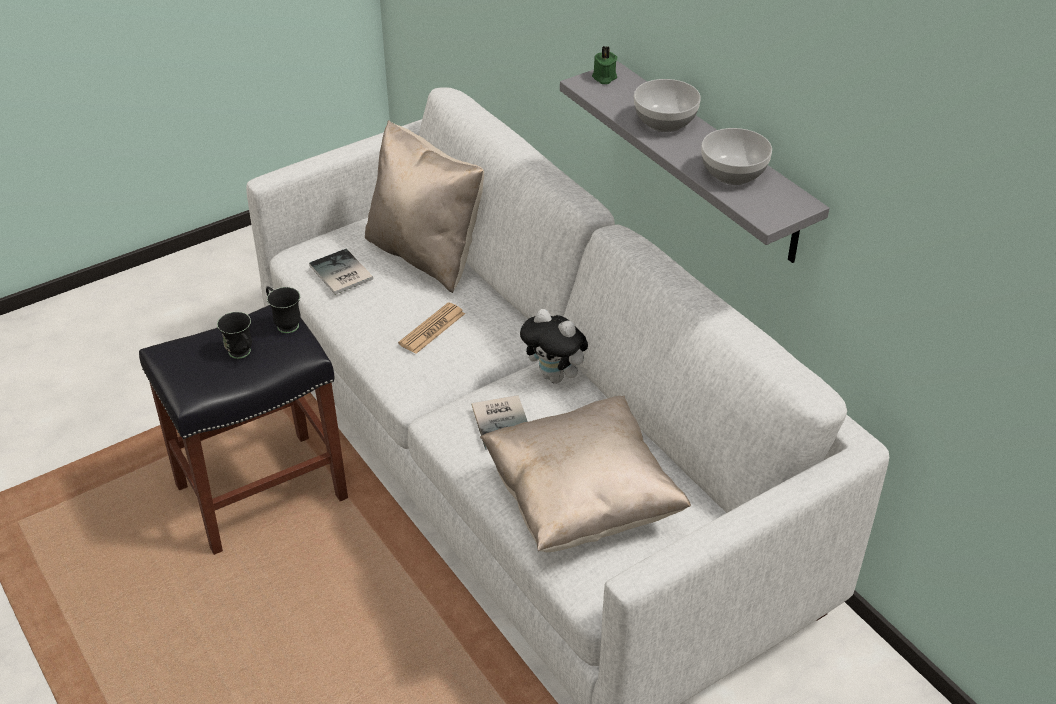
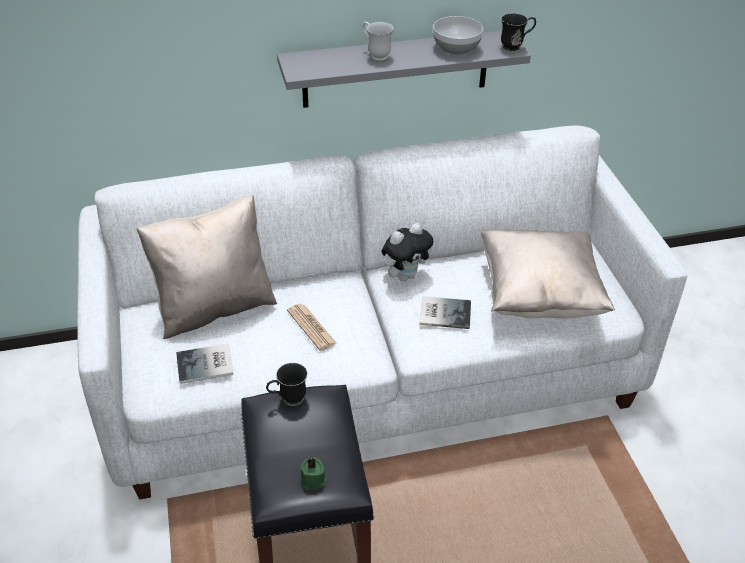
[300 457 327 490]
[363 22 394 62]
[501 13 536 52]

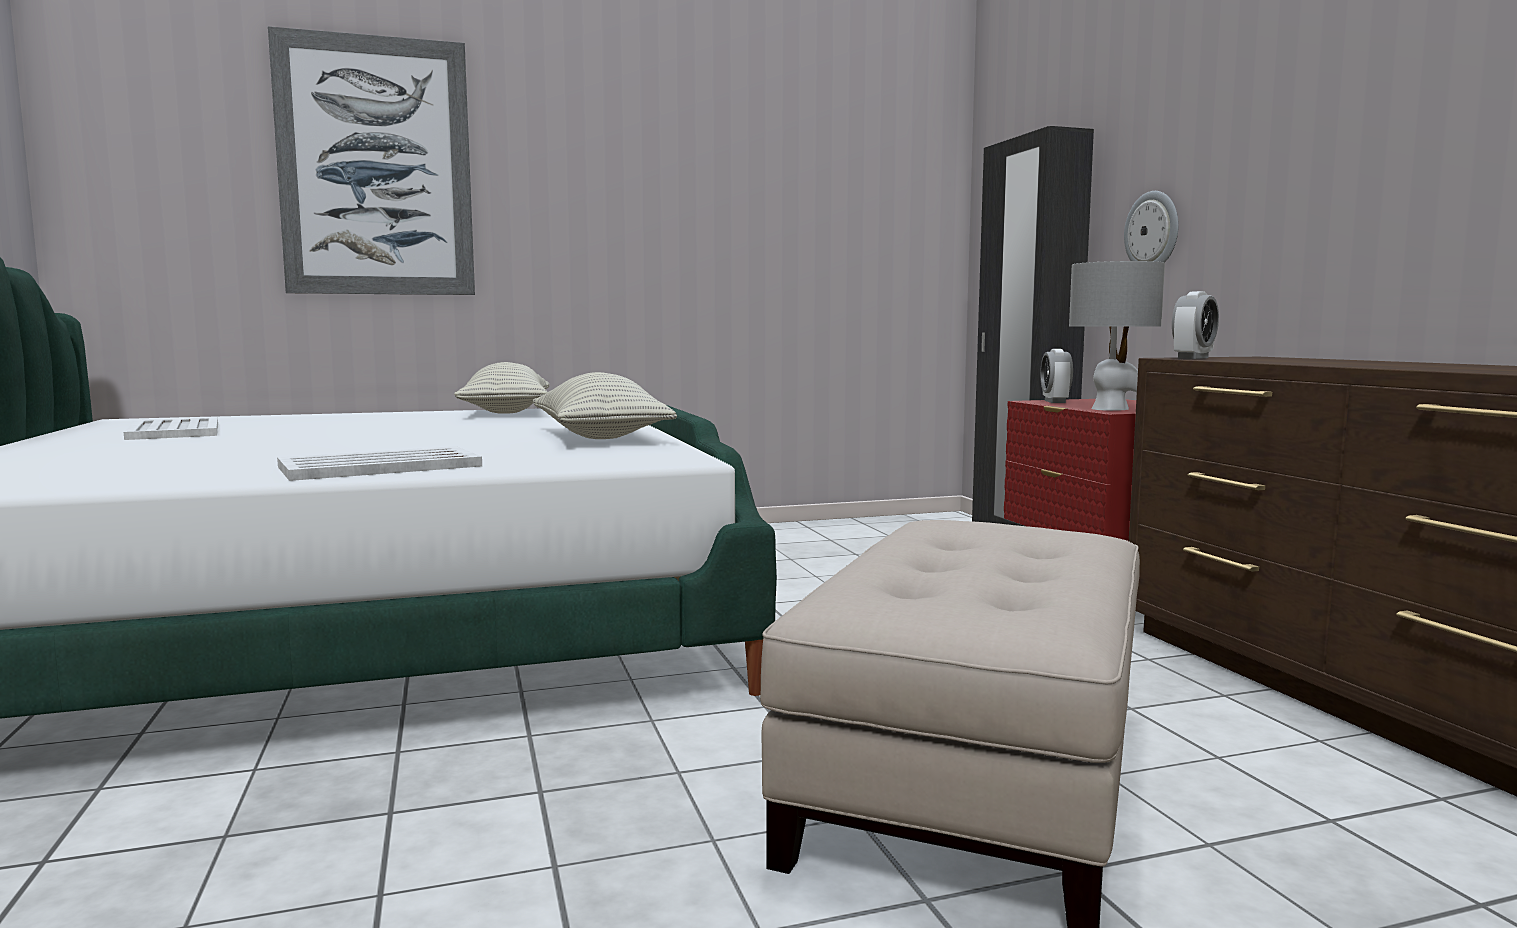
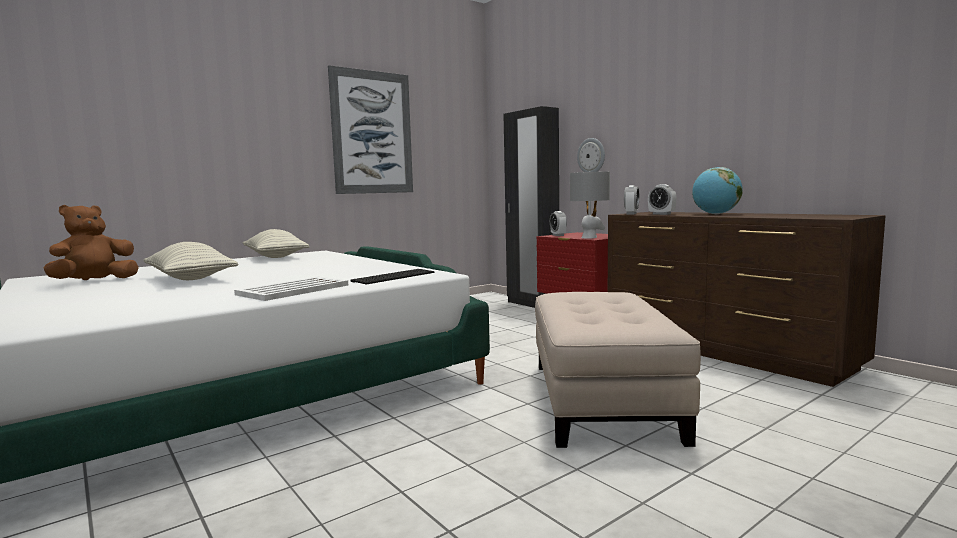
[328 65 413 194]
[143 242 238 280]
[43 205 139 280]
[692 167 743 214]
[648 184 677 215]
[350 269 435 284]

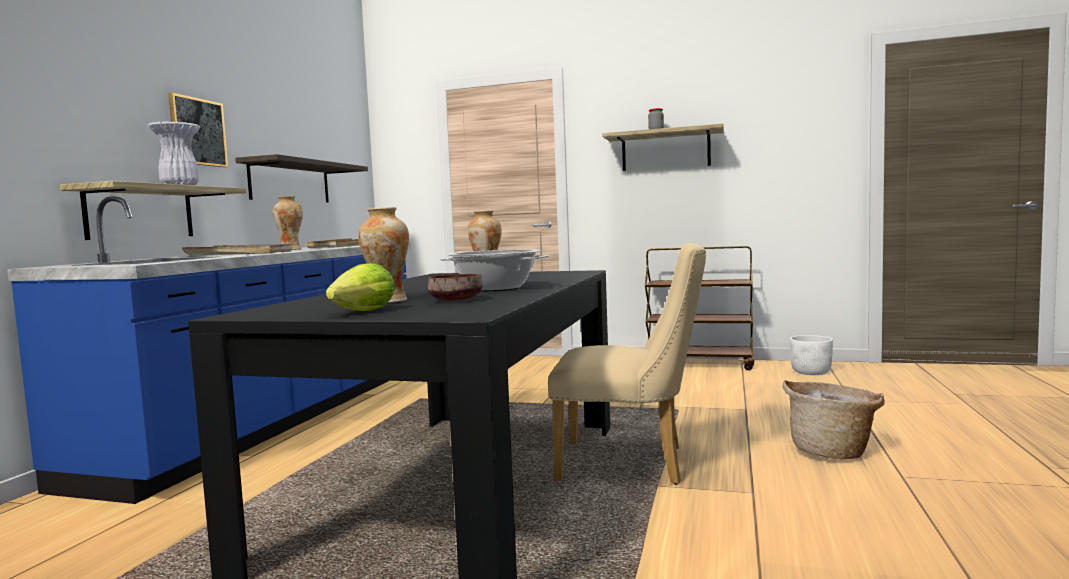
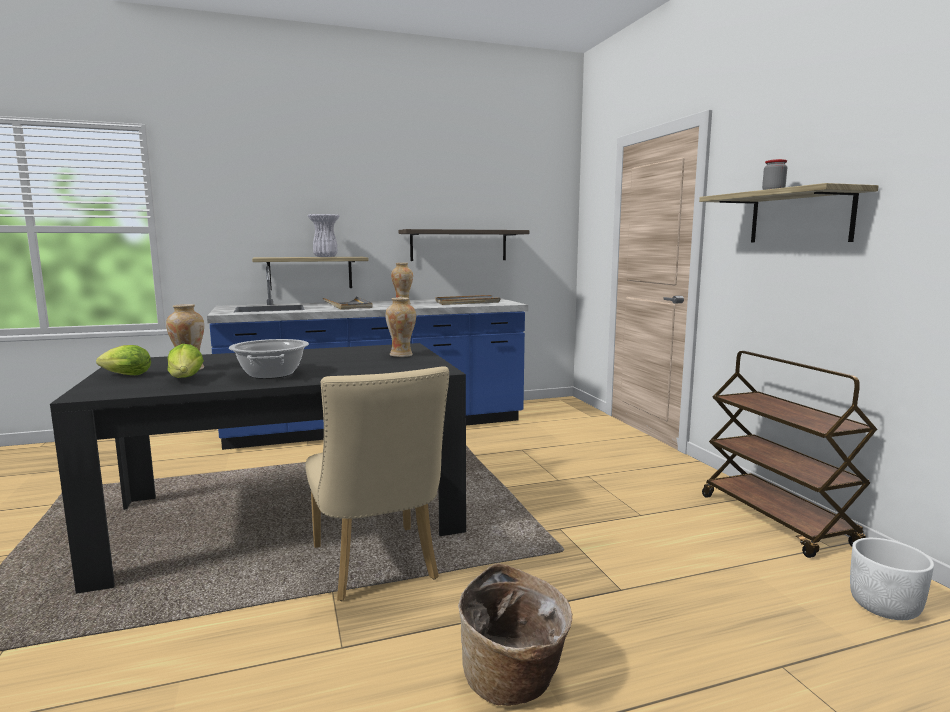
[168 93 228 167] (first image)
[167 344 204 378]

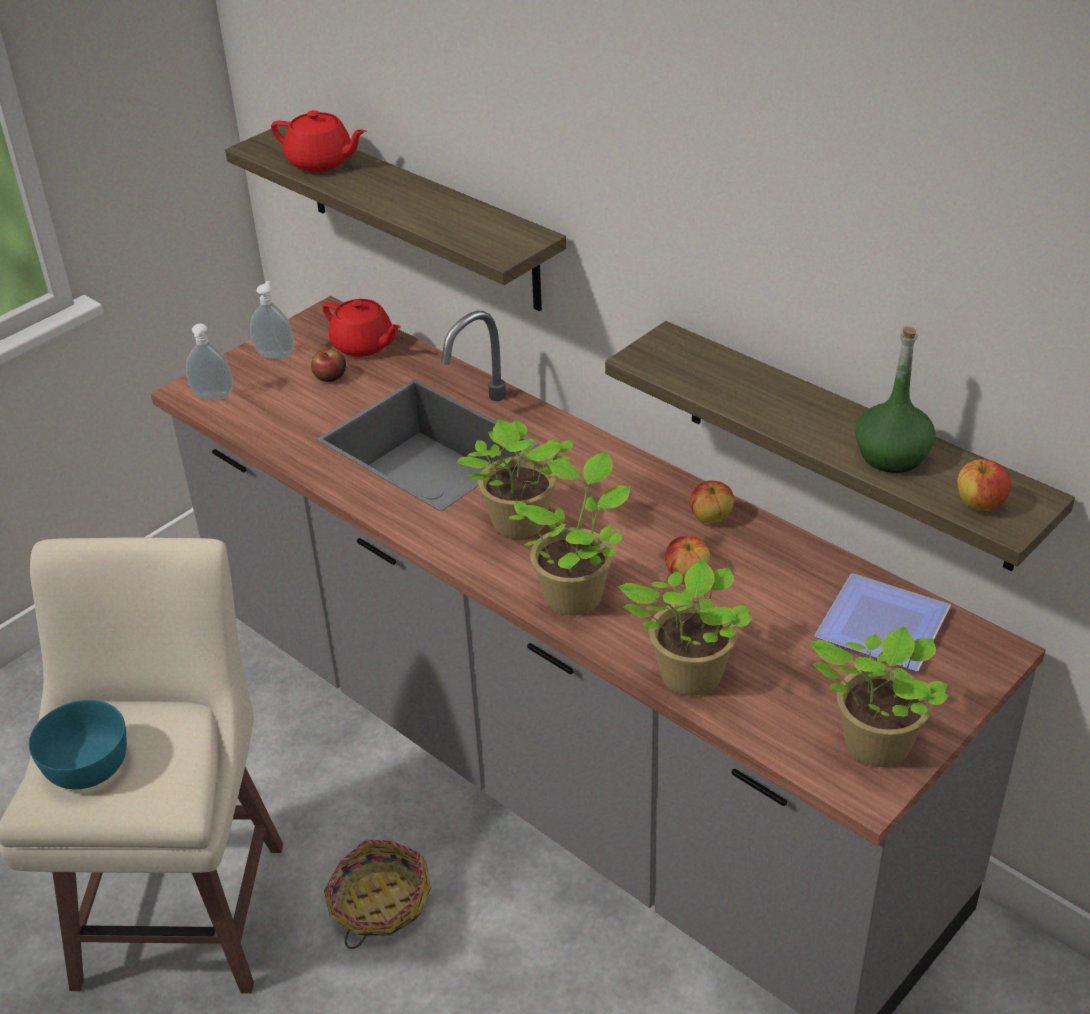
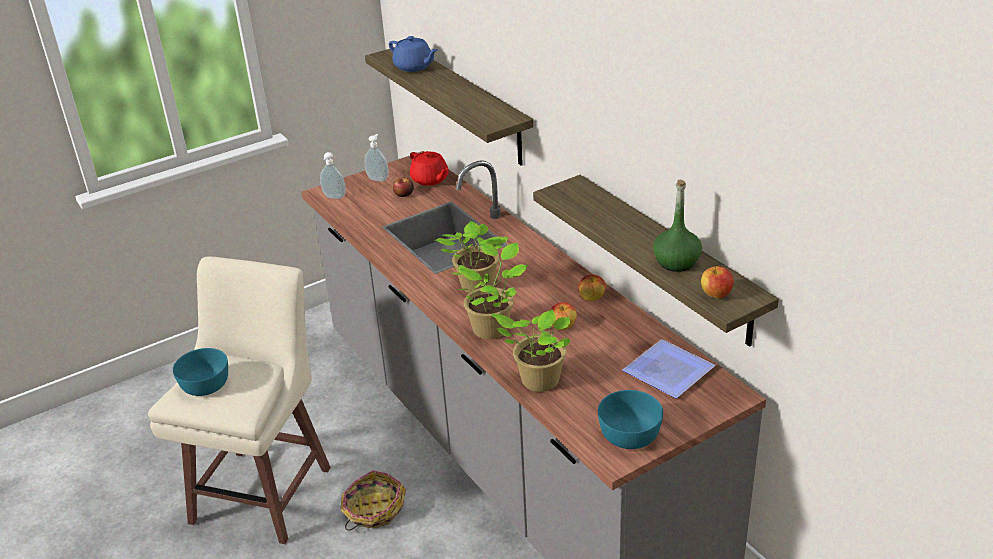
[389 36 437 72]
[598 390 663 449]

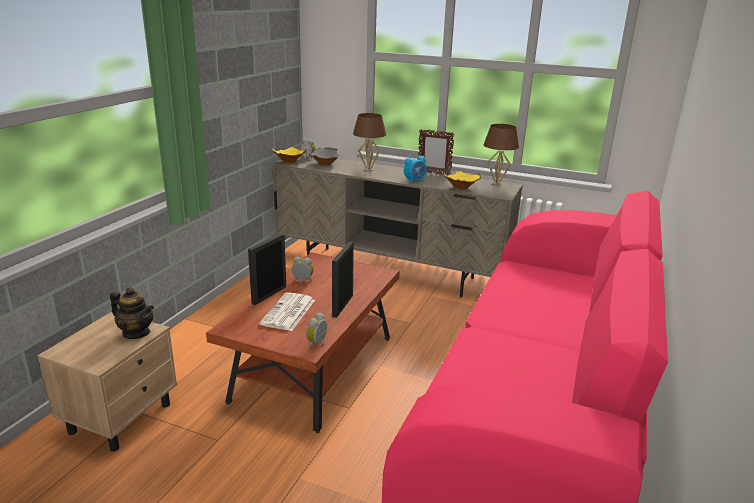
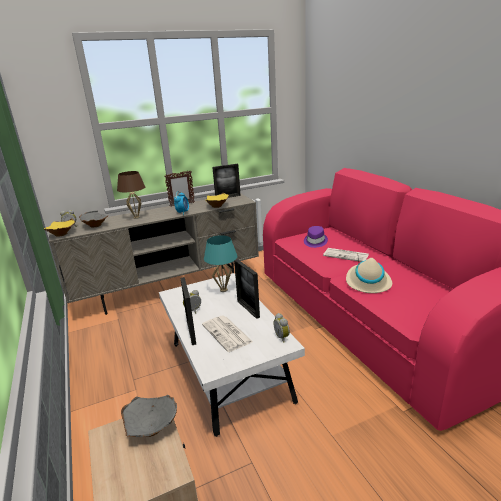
[212 164 241 198]
[159 273 305 437]
[121 395 177 437]
[304 226 328 248]
[204 235 237 292]
[323 248 369 262]
[346 258 392 293]

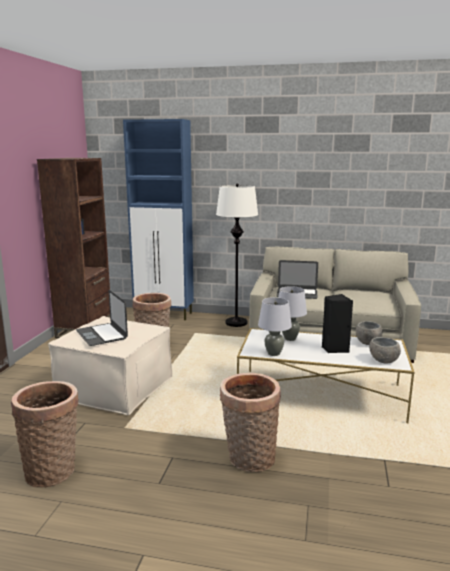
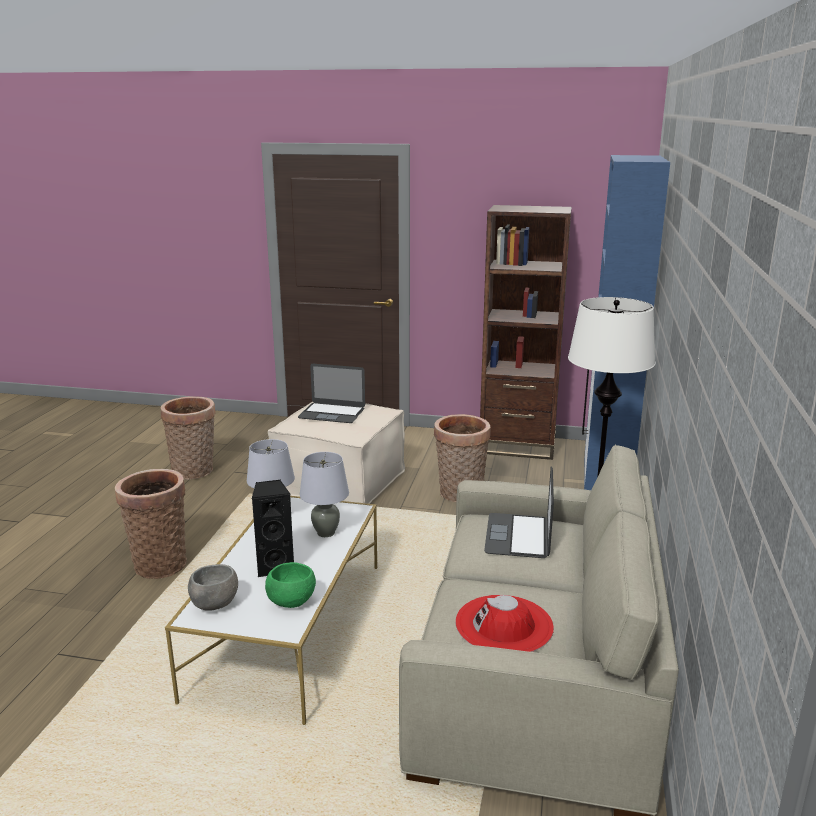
[298 364 365 423]
[265 562 316 608]
[455 595 554 652]

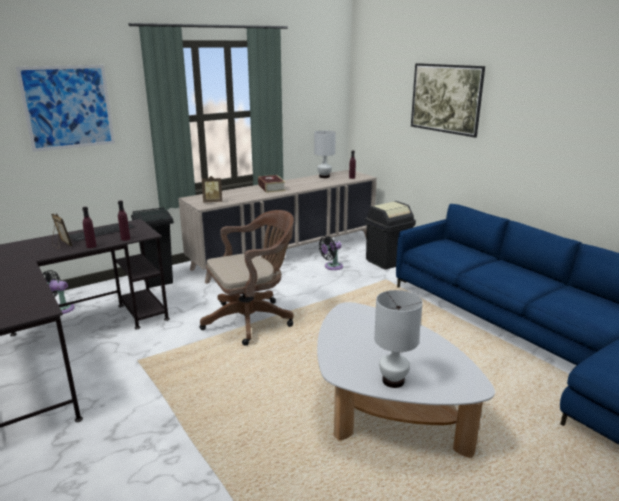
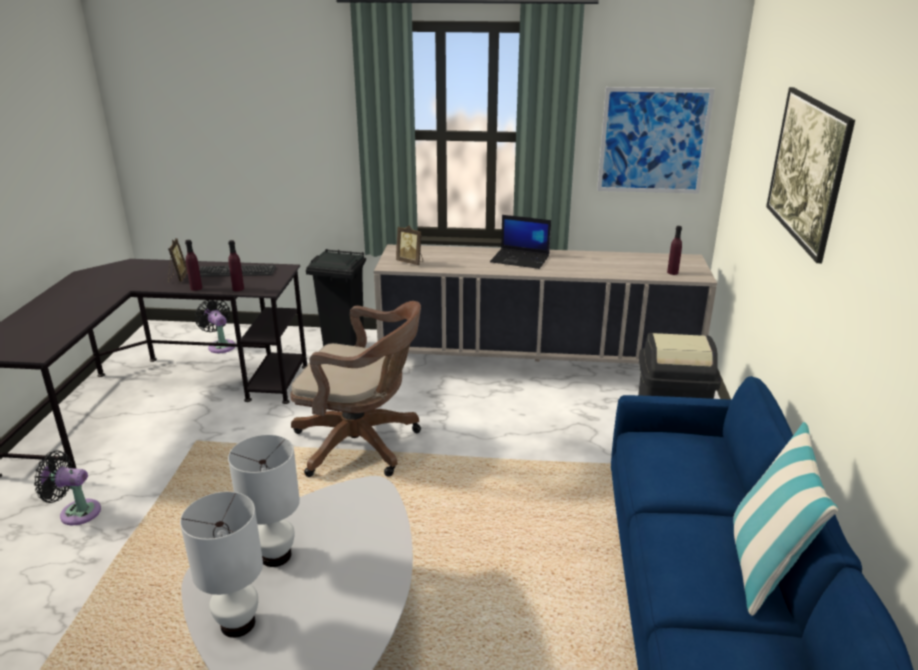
[597 87 715 193]
[228 435 300 567]
[490 215 551 269]
[34 451 101 525]
[733 422 838 616]

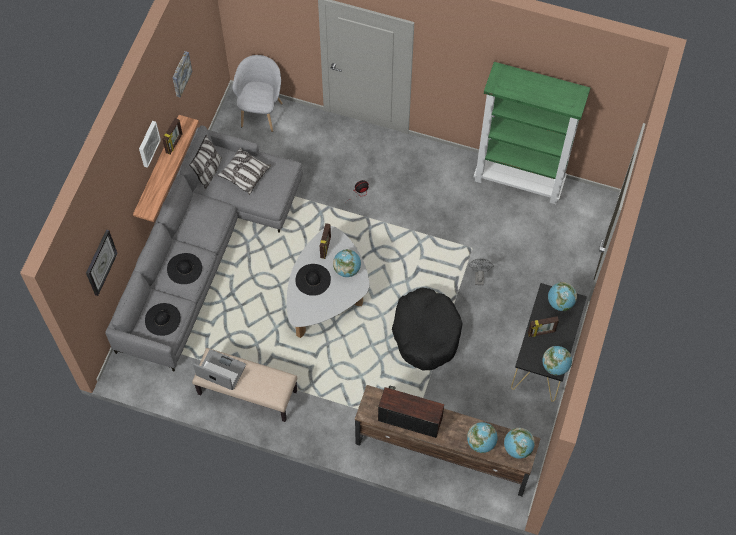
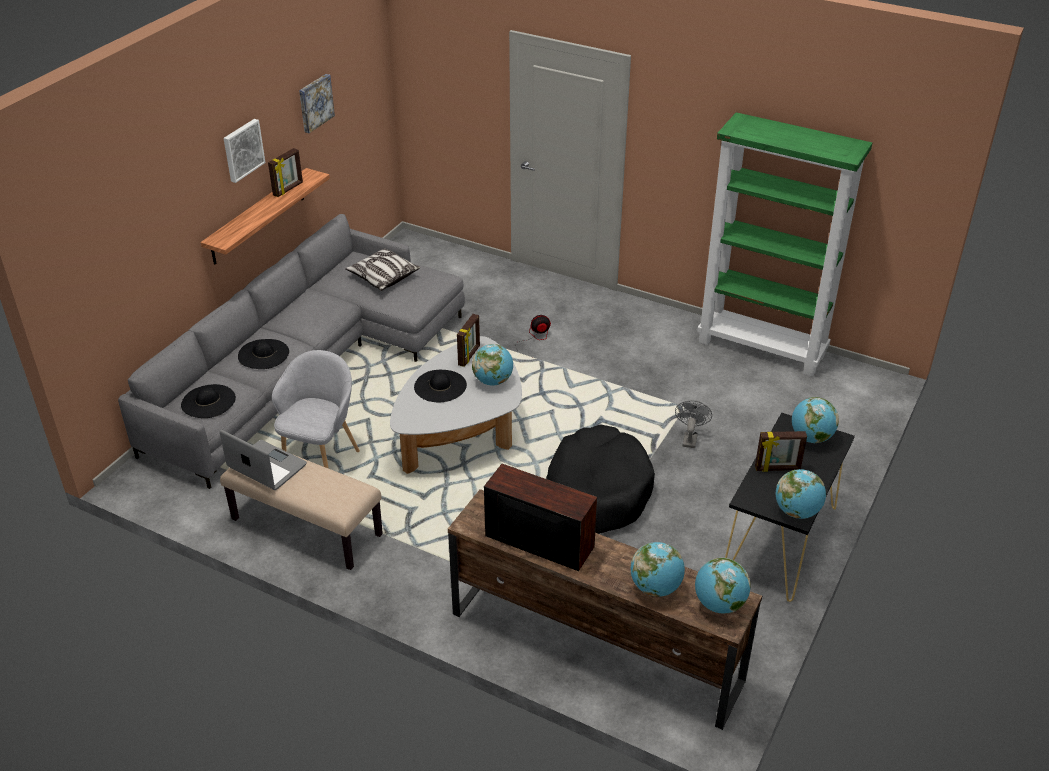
[272 350 360 469]
[189 135 222 189] (first image)
[86 229 118 296] (first image)

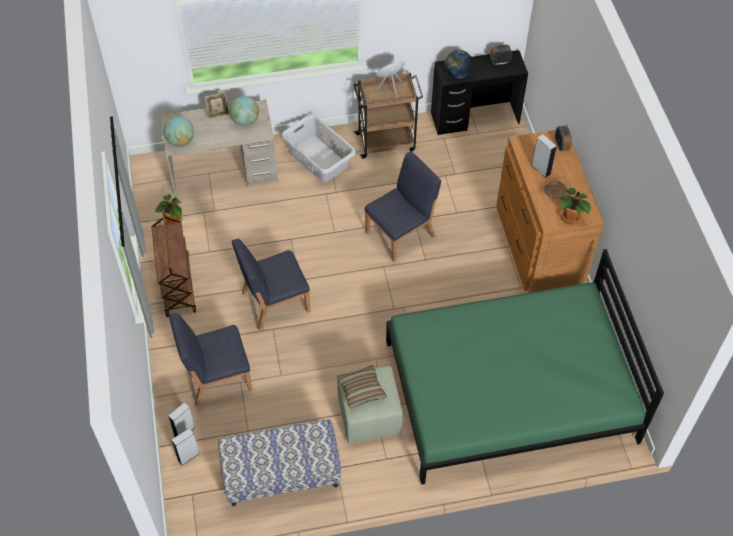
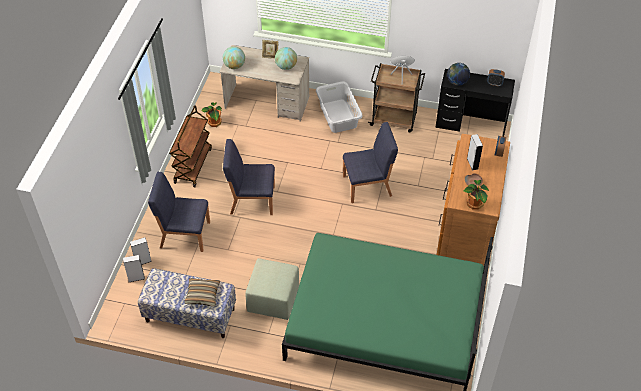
[185 278 220 306]

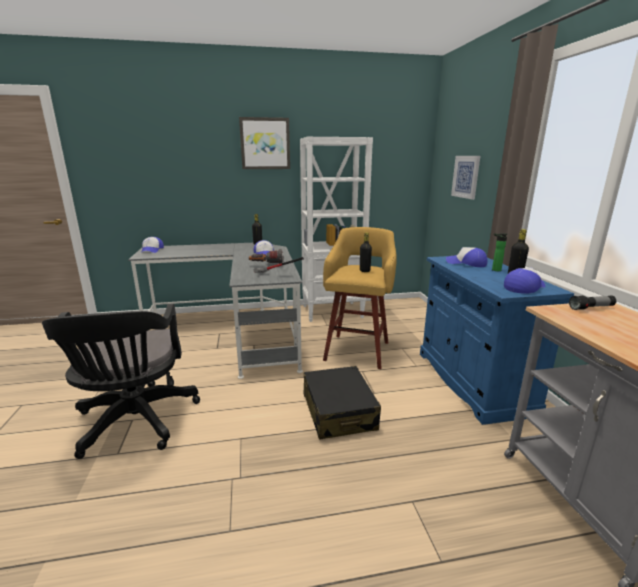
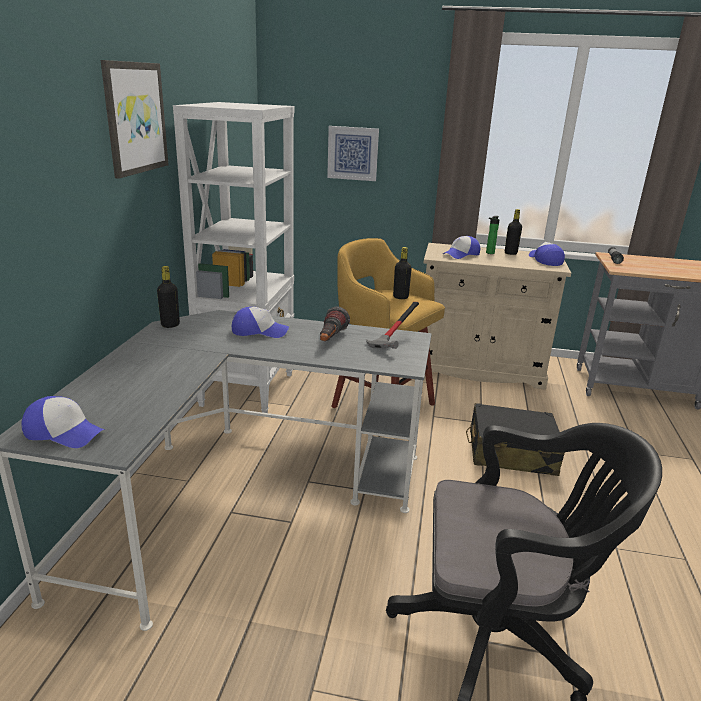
[423 243 571 390]

